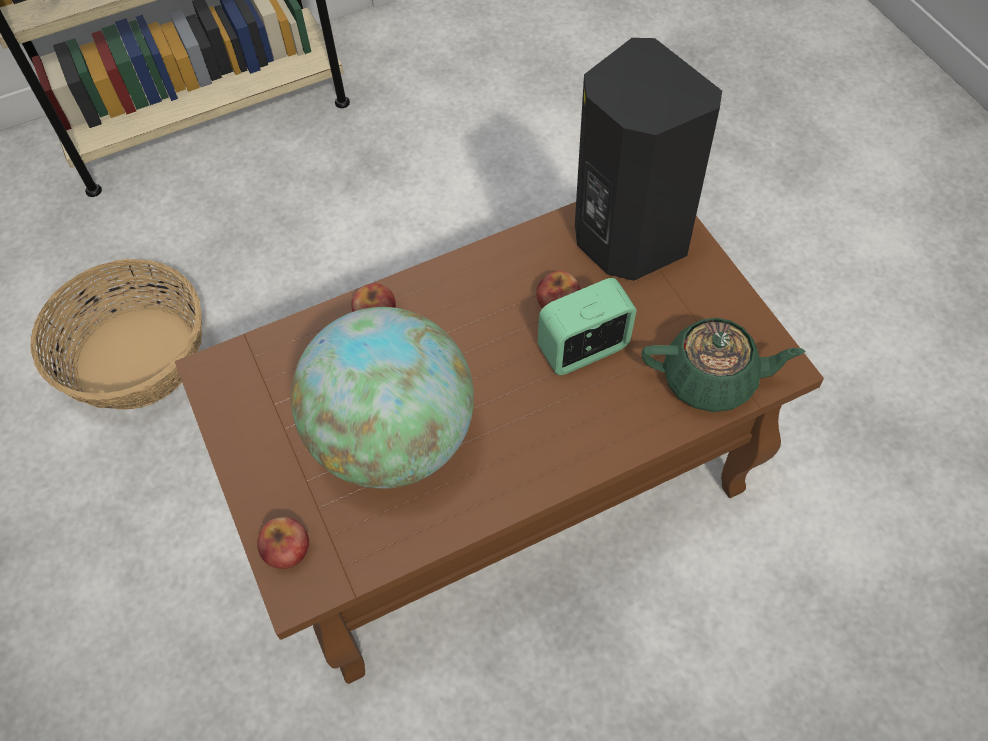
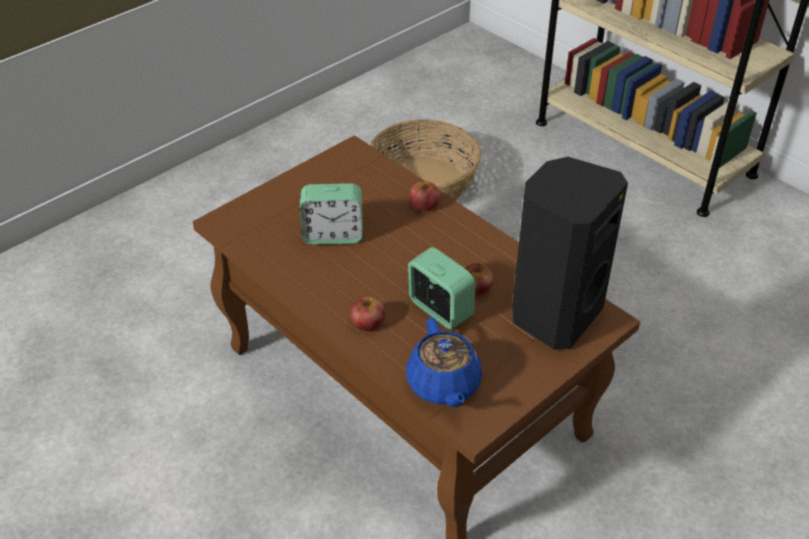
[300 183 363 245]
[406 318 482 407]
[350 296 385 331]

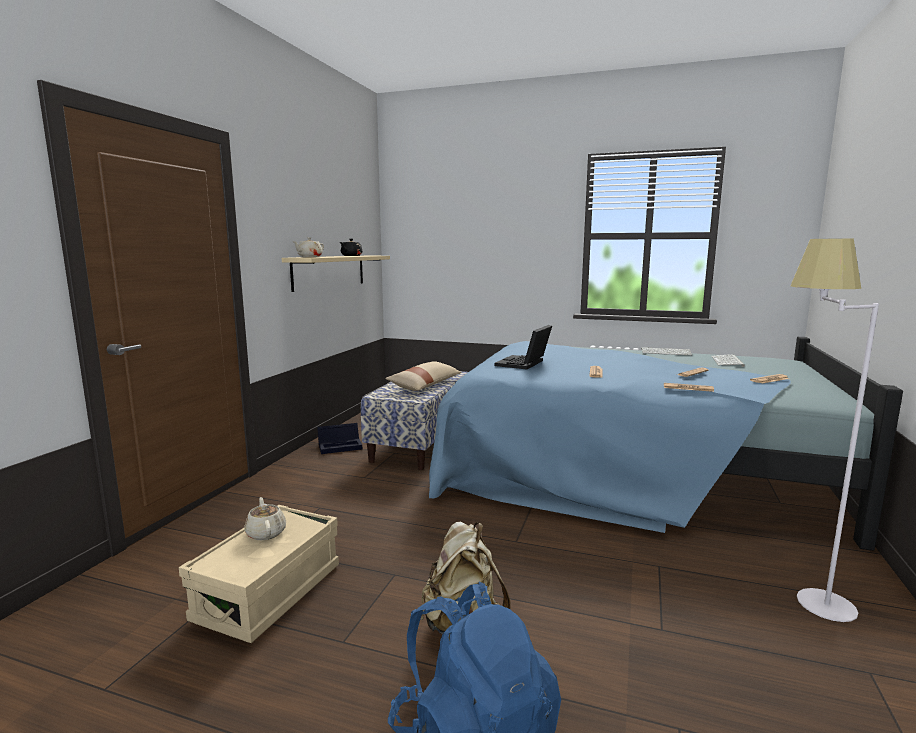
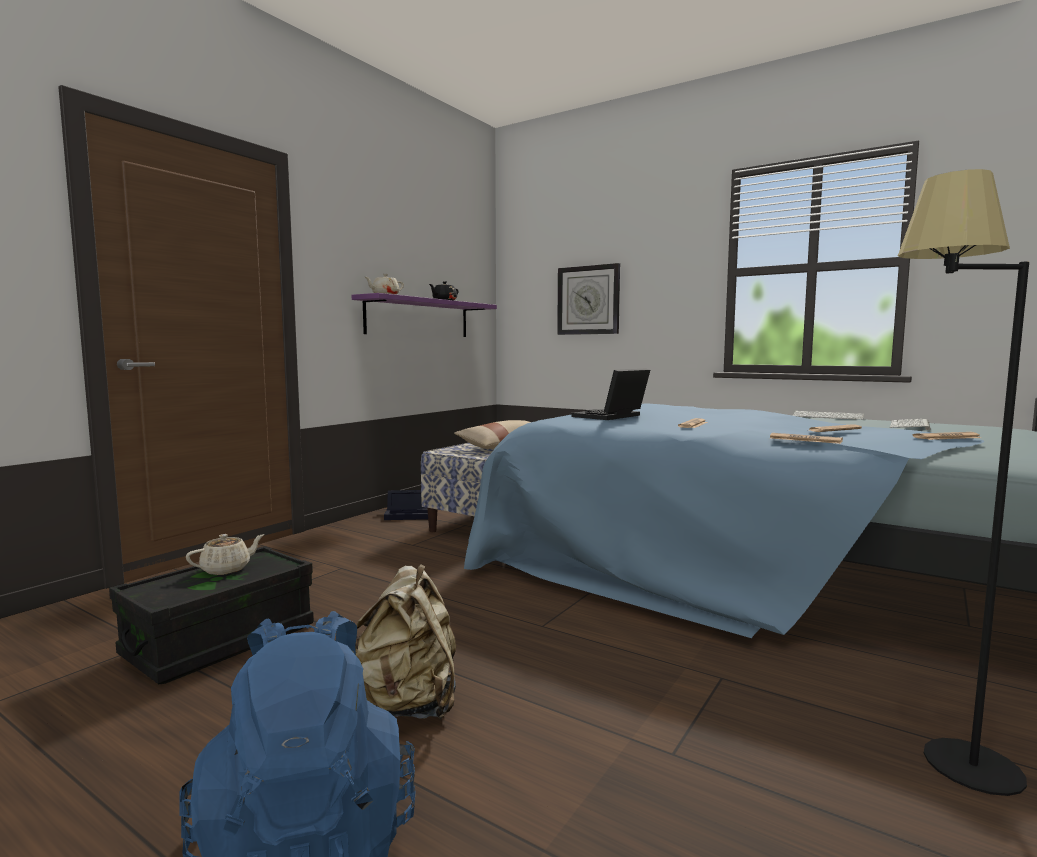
[898 169 1029 796]
[352 293 497 337]
[186 534 265 575]
[109 546 314 684]
[557 263 620 335]

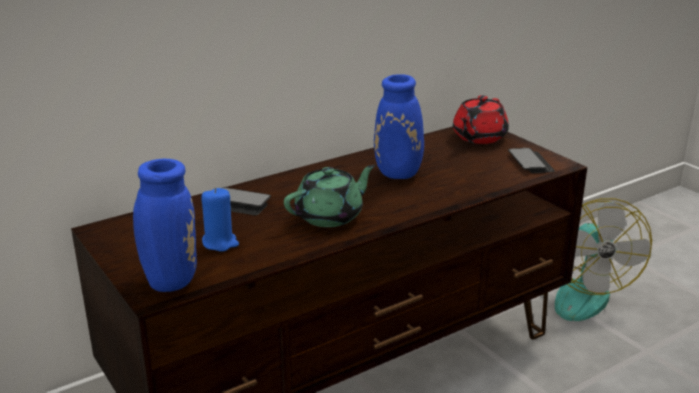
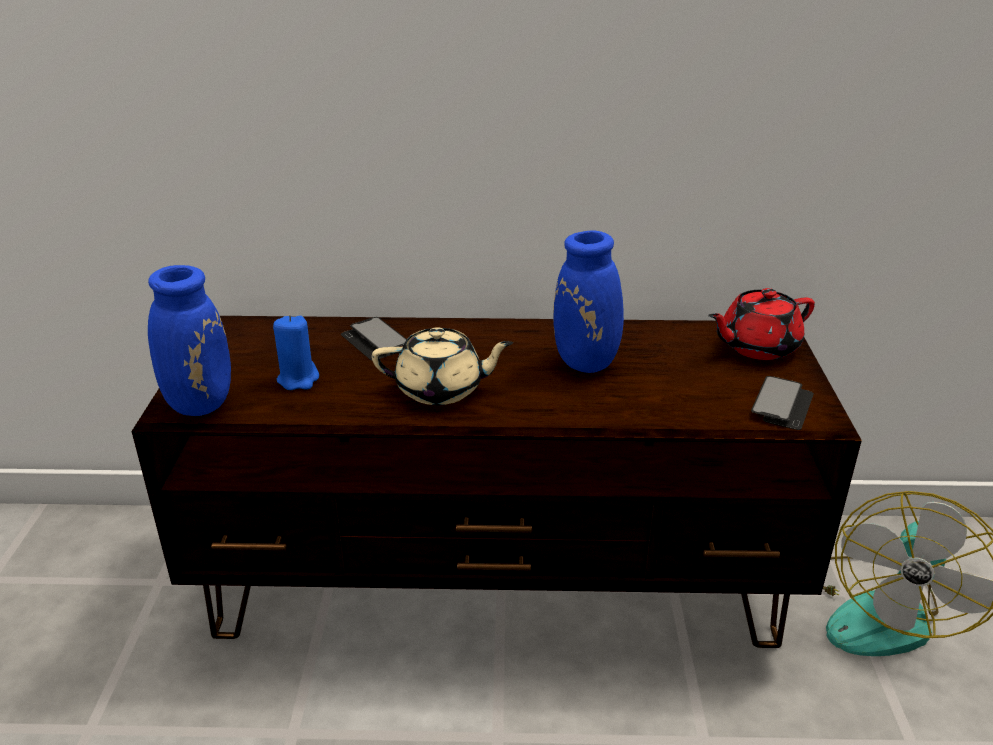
[372 327 513 405]

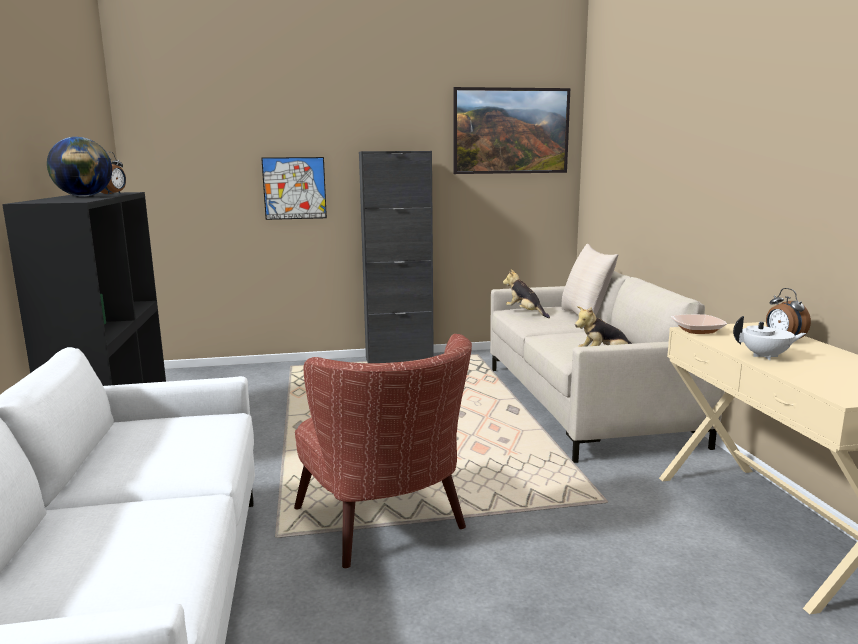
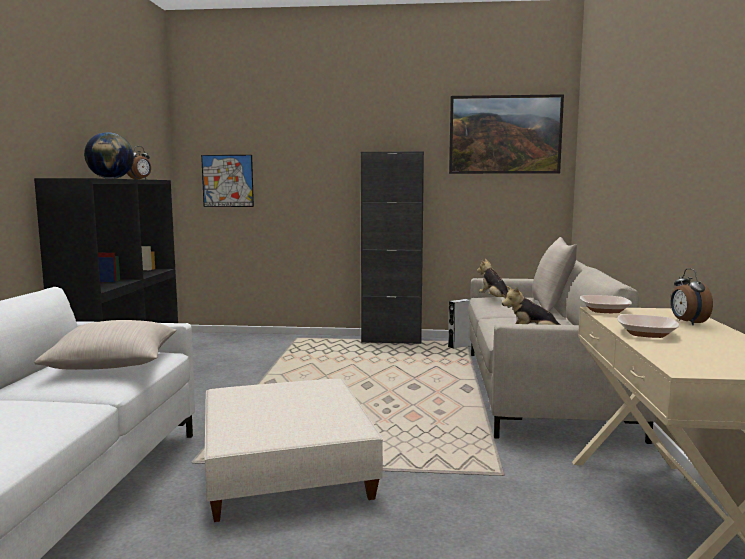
[201 155 254 207]
[617 314 679 338]
[204 379 383 522]
[448 299 470 349]
[34 320 177 370]

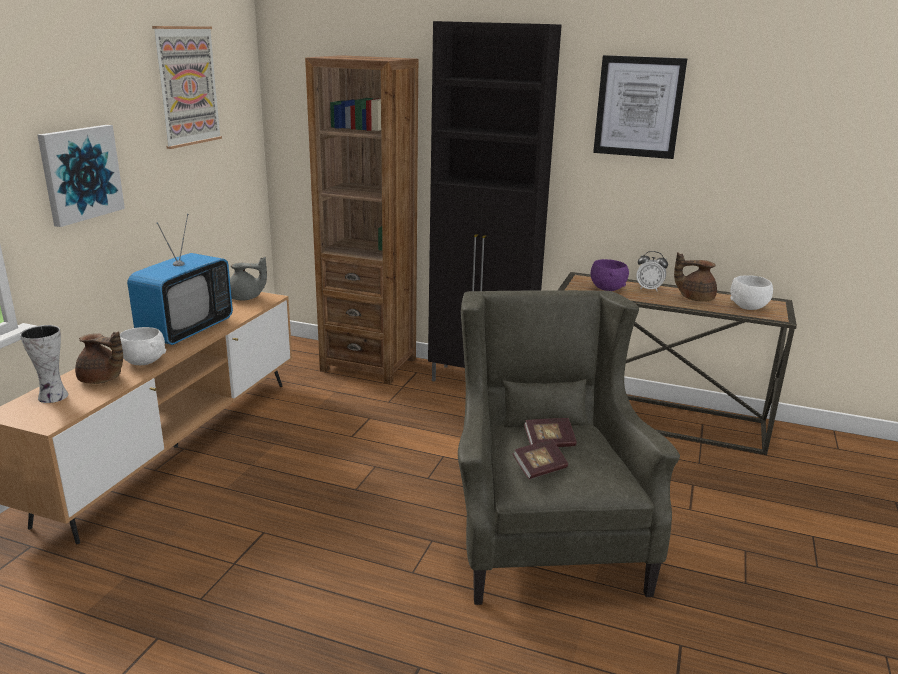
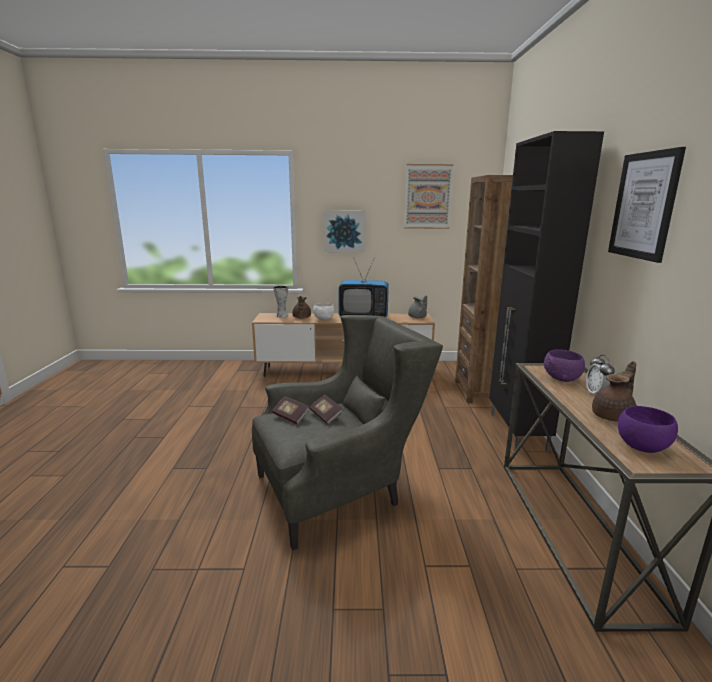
[592 361 636 422]
[618 406 678 453]

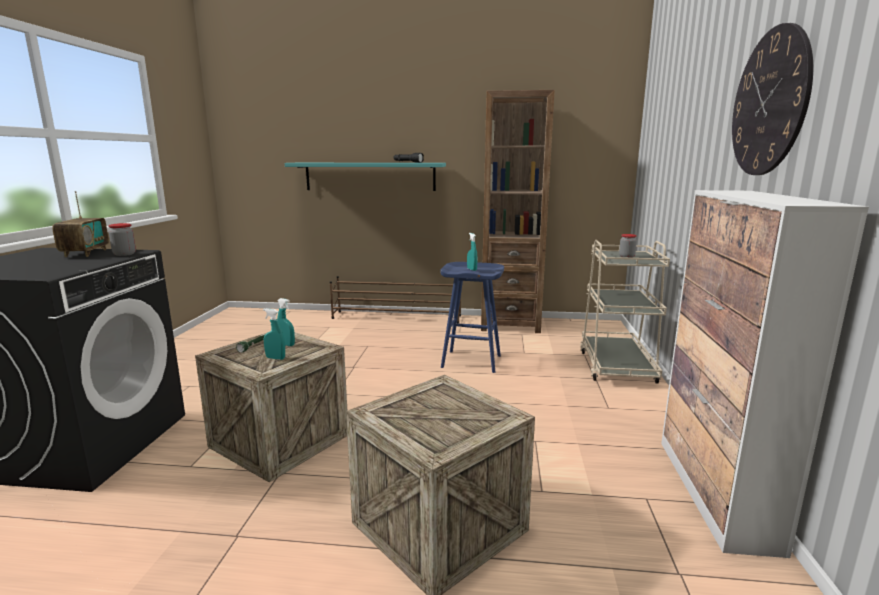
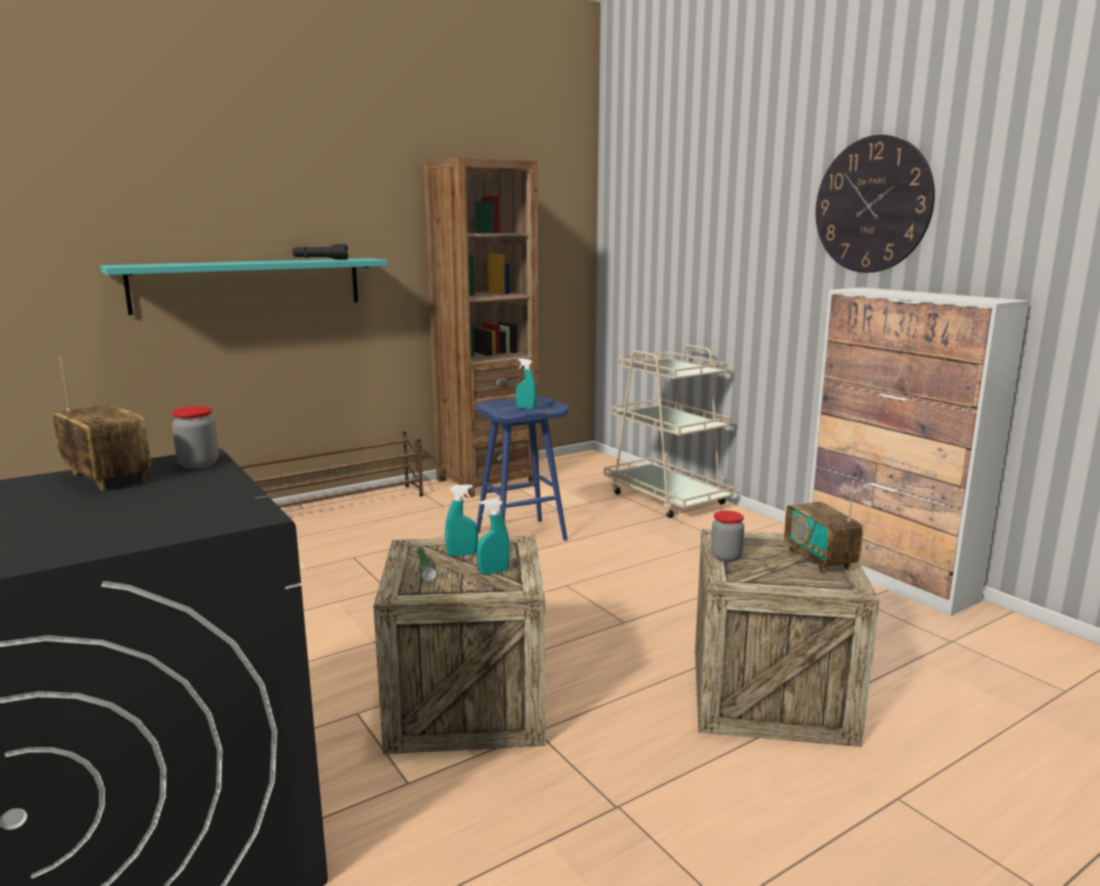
[711 511 744 562]
[784 480 863 574]

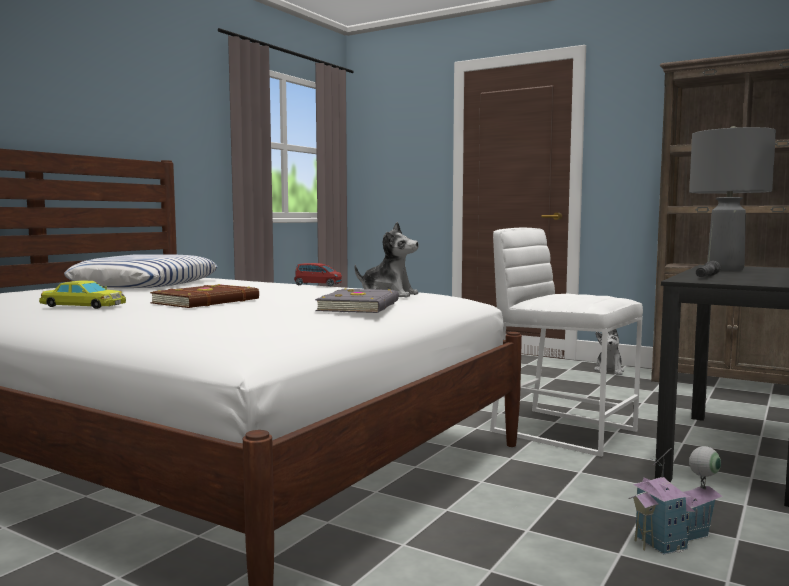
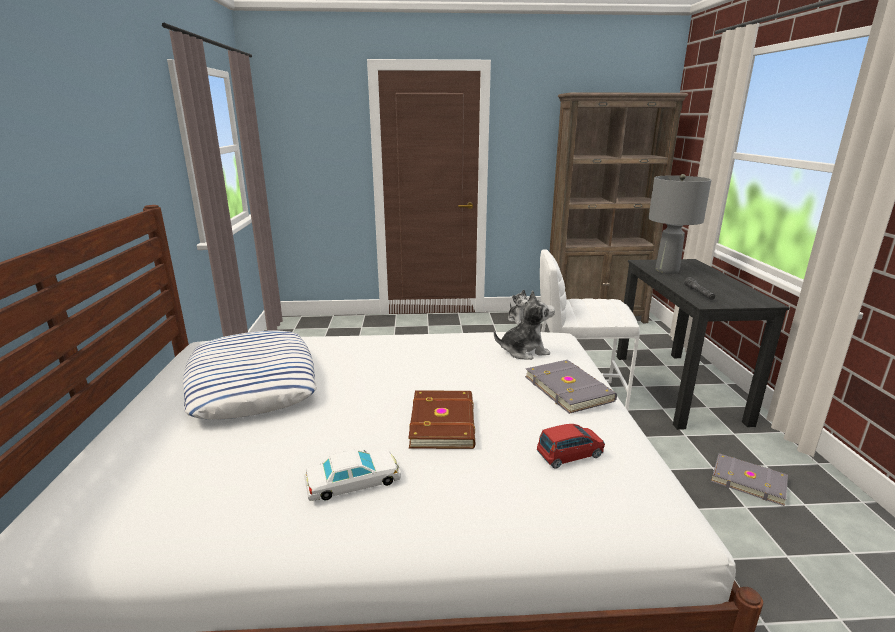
[537 424 605 469]
[304 449 401 501]
[711 453 788 506]

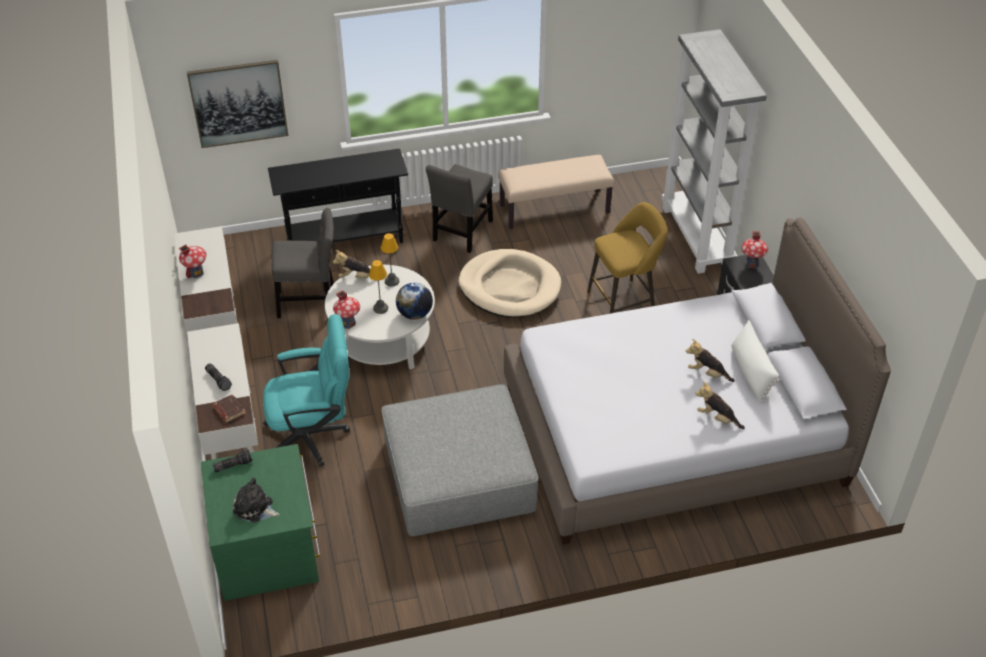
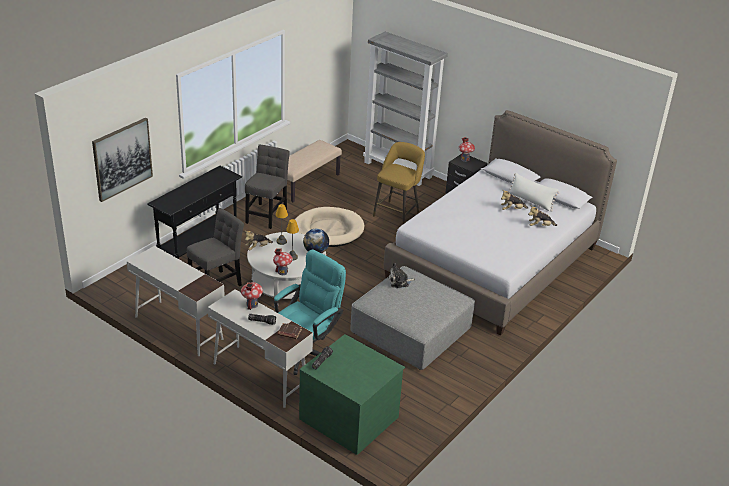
[245 145 290 229]
[241 282 263 310]
[388 263 415 289]

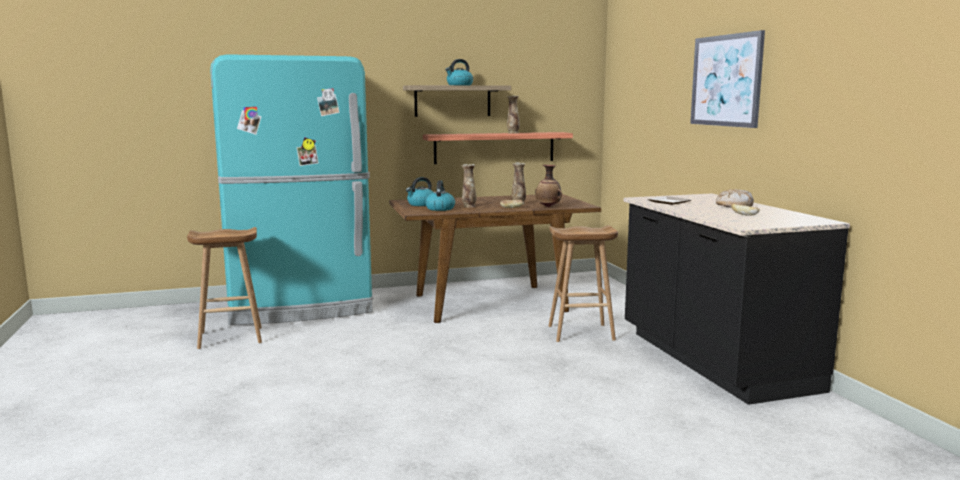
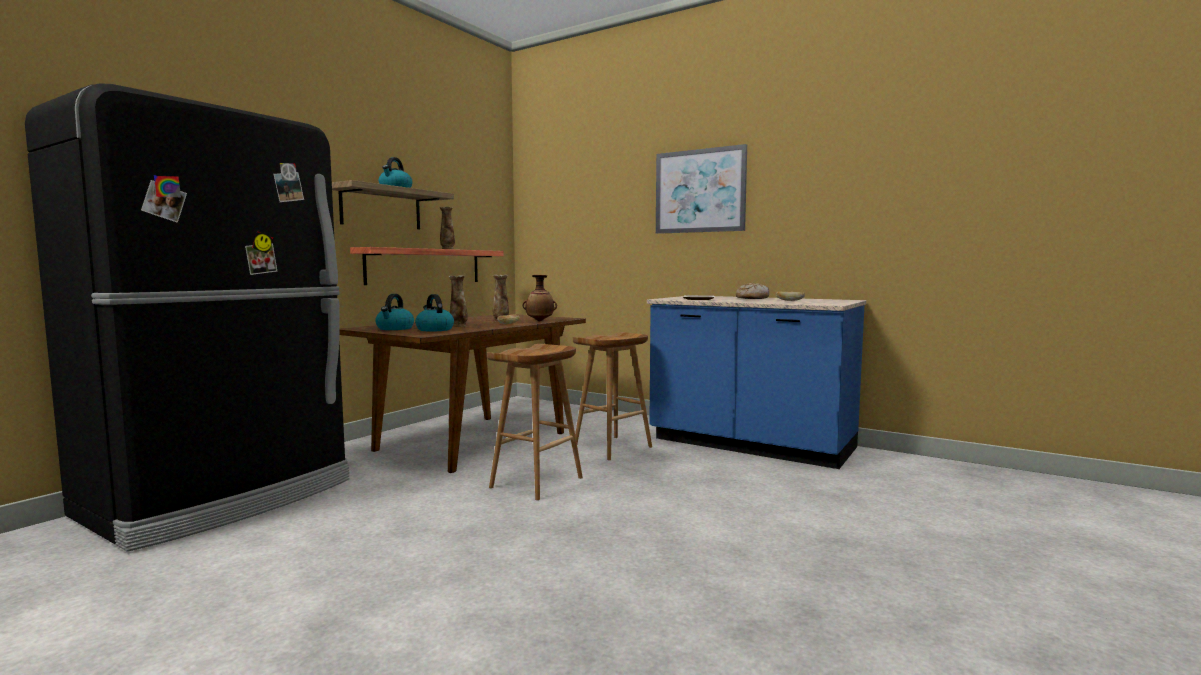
[25 83 350 552]
[647 296 866 469]
[487 344 583 500]

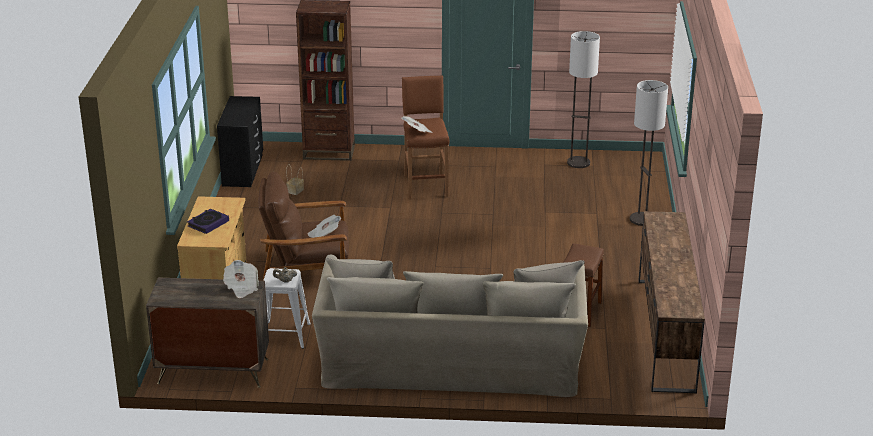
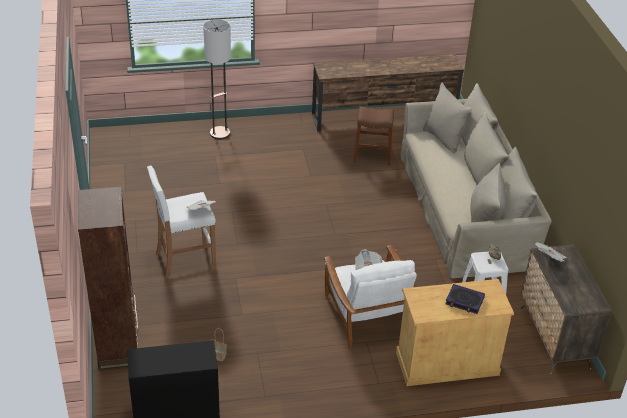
[567 31 600 168] (first image)
[147 165 216 279]
[324 245 417 350]

